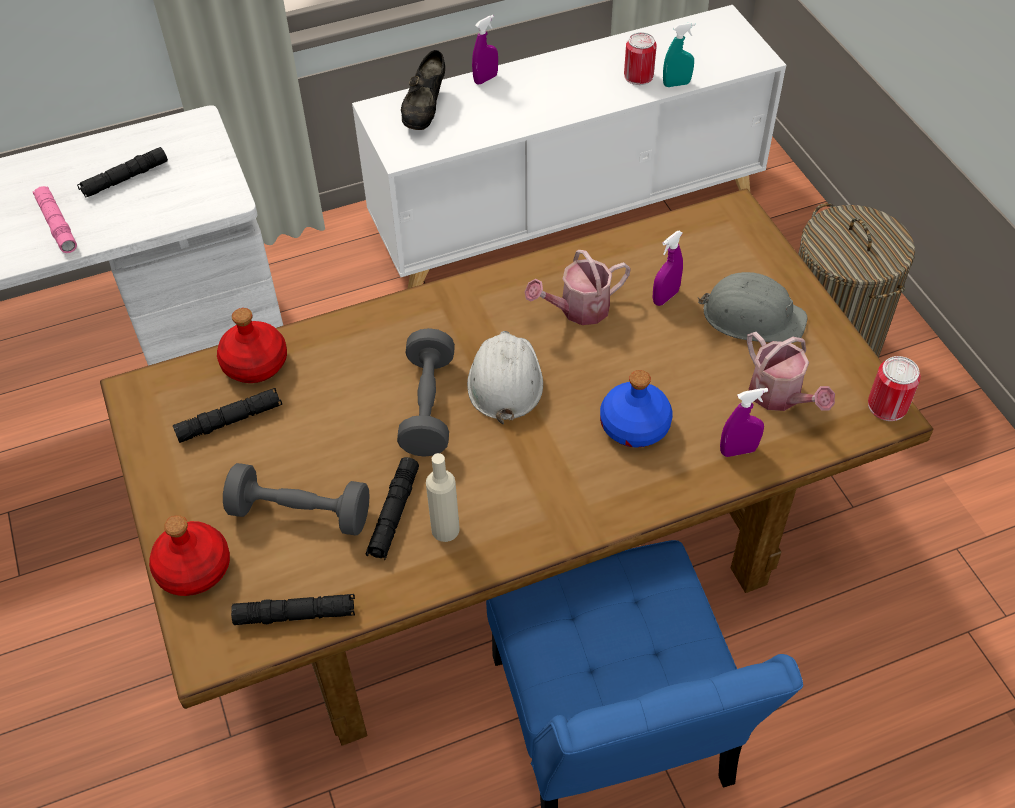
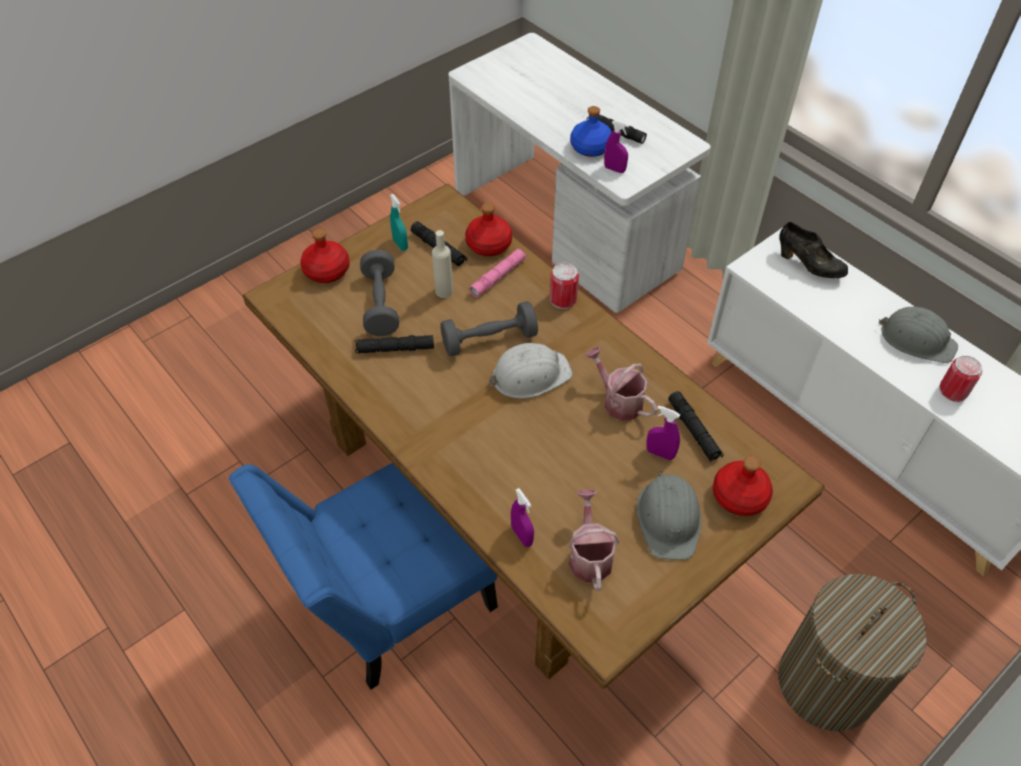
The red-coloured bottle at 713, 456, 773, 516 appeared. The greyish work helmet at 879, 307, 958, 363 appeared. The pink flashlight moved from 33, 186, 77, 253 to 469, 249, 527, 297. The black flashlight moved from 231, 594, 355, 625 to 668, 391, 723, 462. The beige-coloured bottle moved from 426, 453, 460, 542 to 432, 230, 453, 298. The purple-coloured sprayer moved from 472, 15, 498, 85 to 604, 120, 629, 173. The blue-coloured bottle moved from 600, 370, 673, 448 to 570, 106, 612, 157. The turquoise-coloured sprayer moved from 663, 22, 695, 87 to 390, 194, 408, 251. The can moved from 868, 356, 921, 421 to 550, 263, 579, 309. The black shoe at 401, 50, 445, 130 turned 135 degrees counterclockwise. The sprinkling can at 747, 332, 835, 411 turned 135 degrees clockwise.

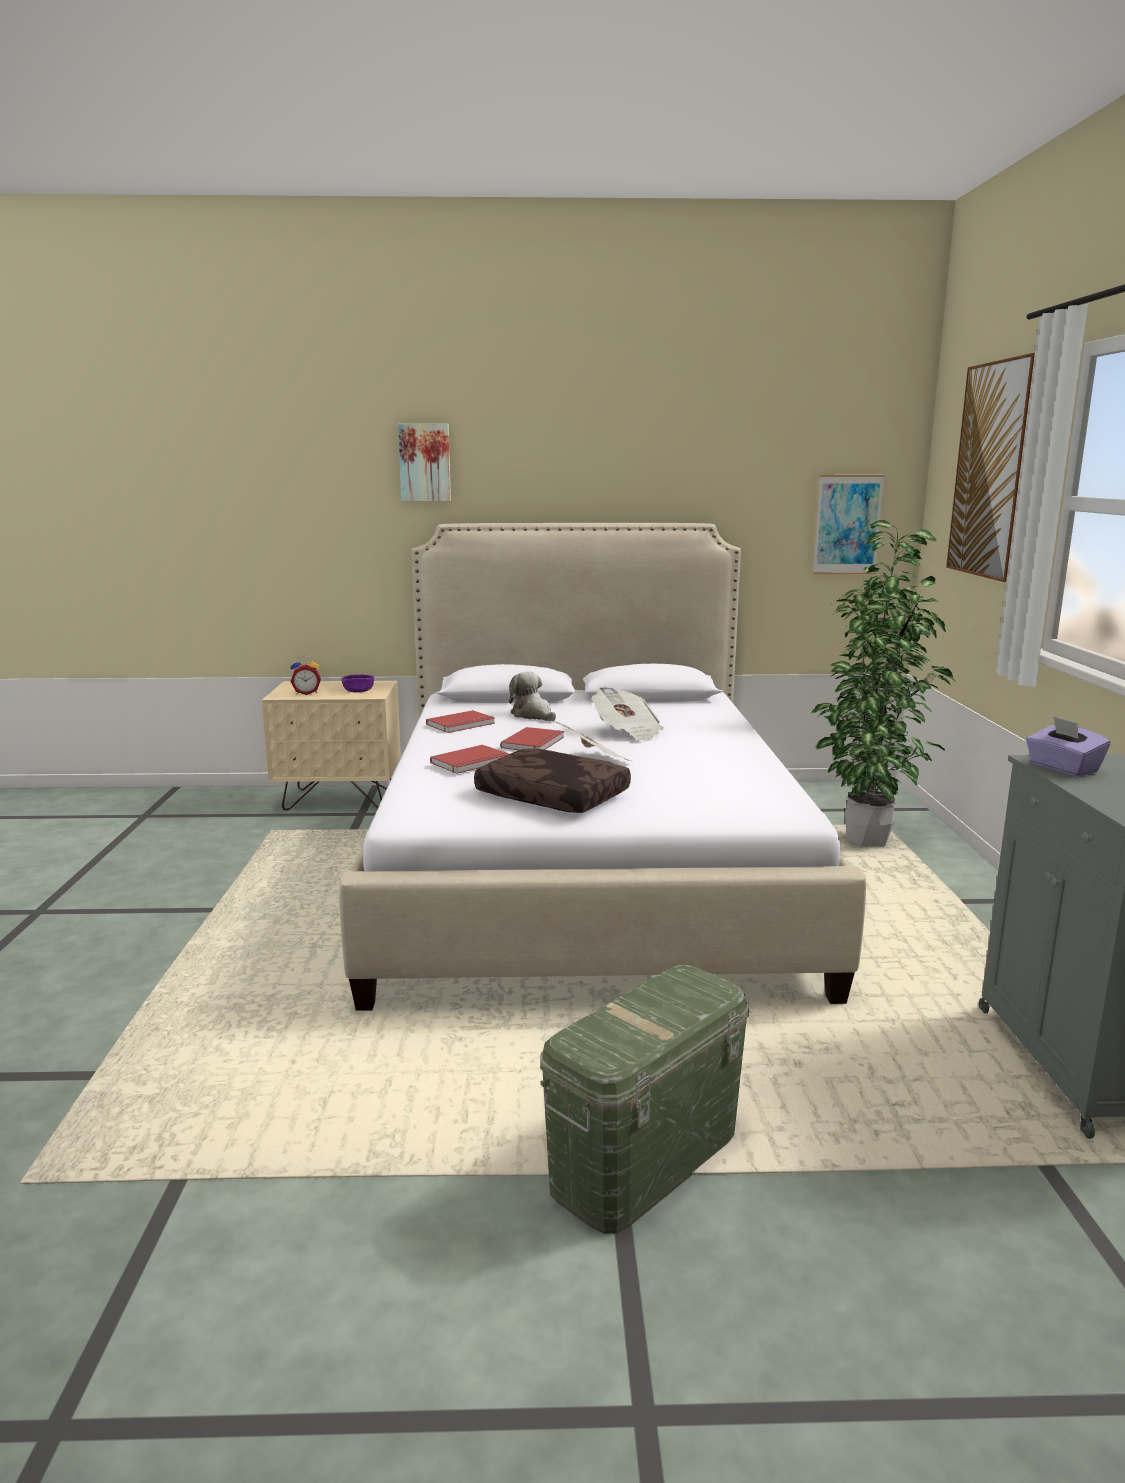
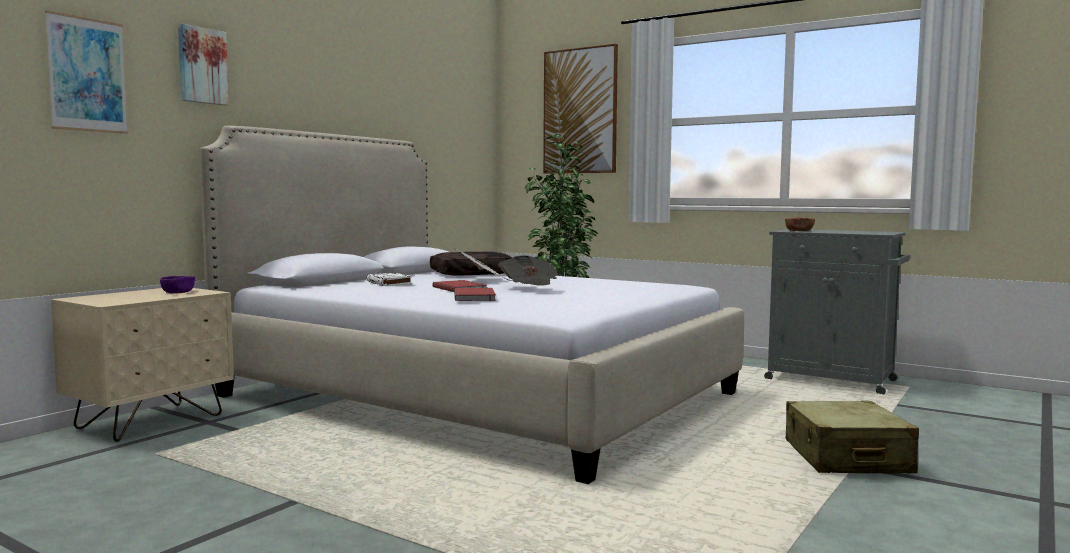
The alarm clock at 290, 655, 321, 695 disappeared. The red-coloured book at 426, 710, 495, 733 disappeared. The brownish cushion moved from 474, 748, 631, 813 to 430, 251, 513, 276. The picture moved from 813, 475, 884, 574 to 45, 10, 128, 134. The soft toy at 509, 671, 556, 721 was replaced by the white-coloured book at 367, 273, 412, 286. The green storage container at 540, 965, 749, 1234 was replaced by the beige-coloured suitcase at 786, 401, 919, 473. The purple-coloured tissue holder at 1026, 716, 1111, 777 was replaced by the brownish deep dish at 785, 217, 815, 231.

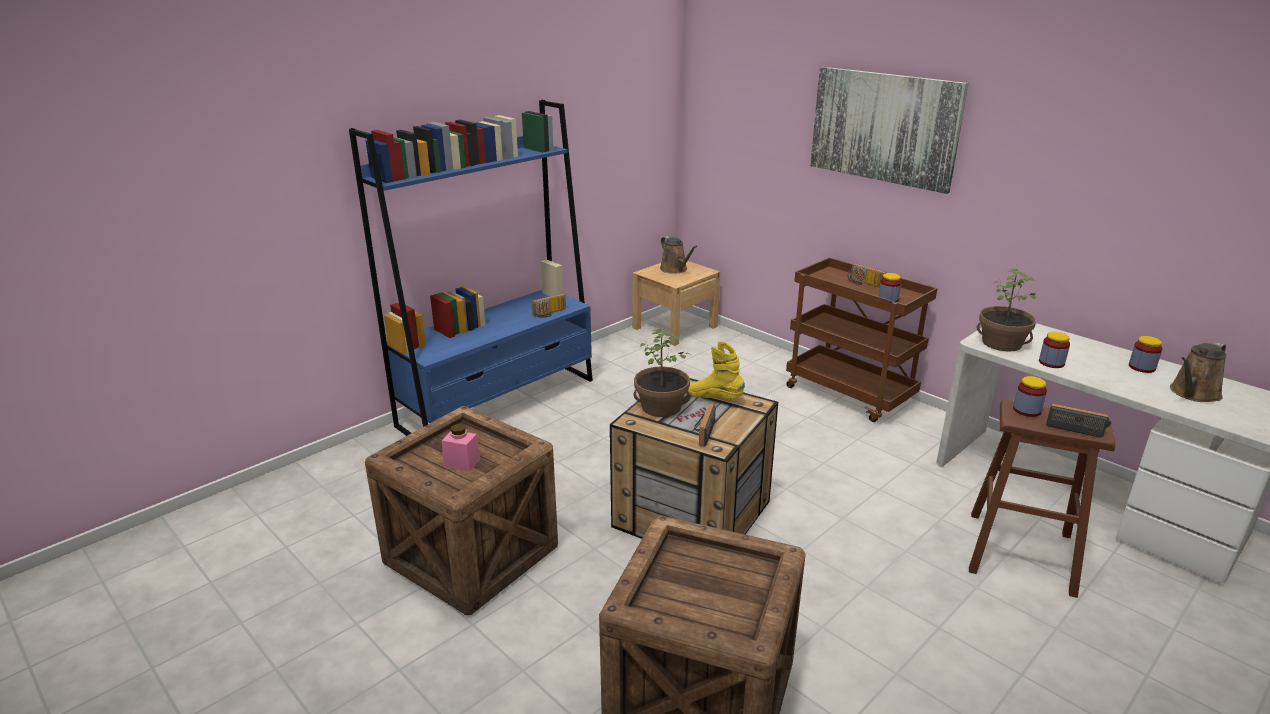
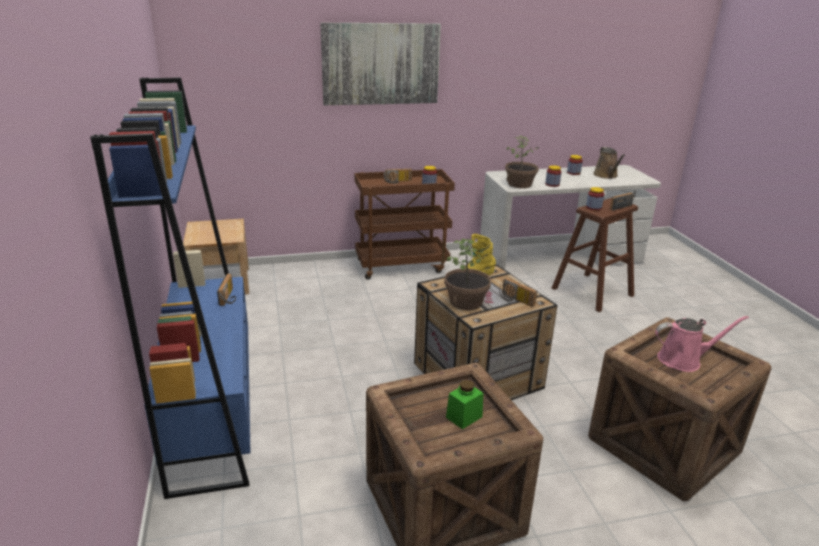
The brownish sprinkling can at 660, 236, 698, 274 disappeared. The pink sprinkling can at 655, 316, 749, 372 appeared. The pink preserve jar at 442, 424, 480, 472 became the green preserve jar at 446, 380, 483, 429.

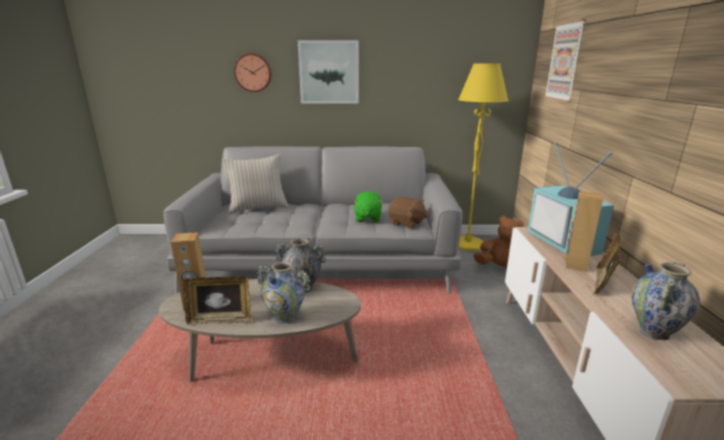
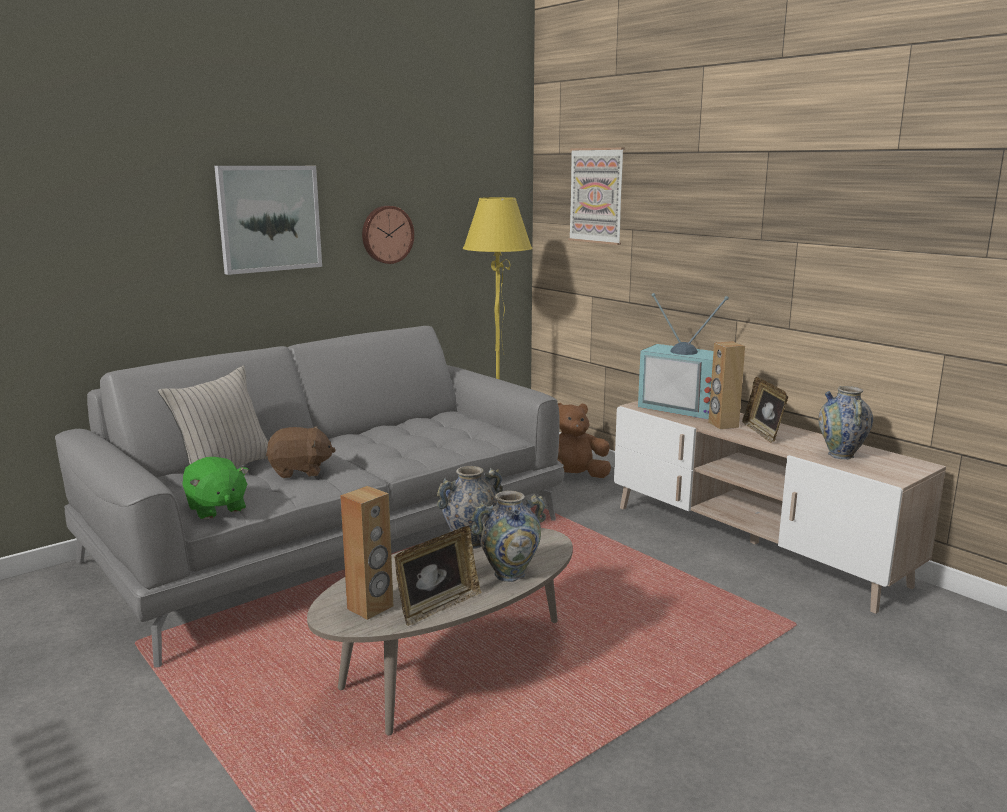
The hanging clock moved from 234, 53, 272, 92 to 362, 206, 414, 264. The green soft toy moved from 352, 191, 383, 223 to 182, 457, 249, 520. The brownish soft toy moved from 388, 197, 427, 229 to 266, 426, 336, 478.

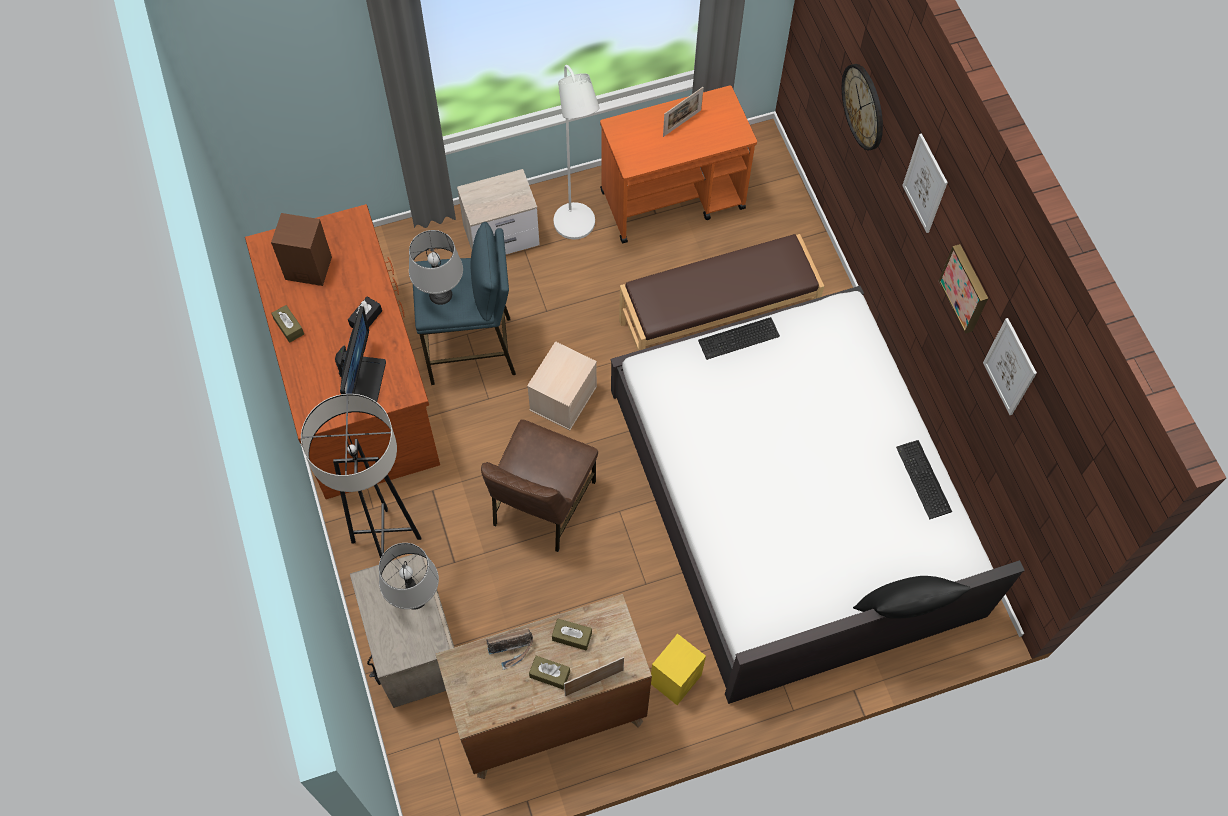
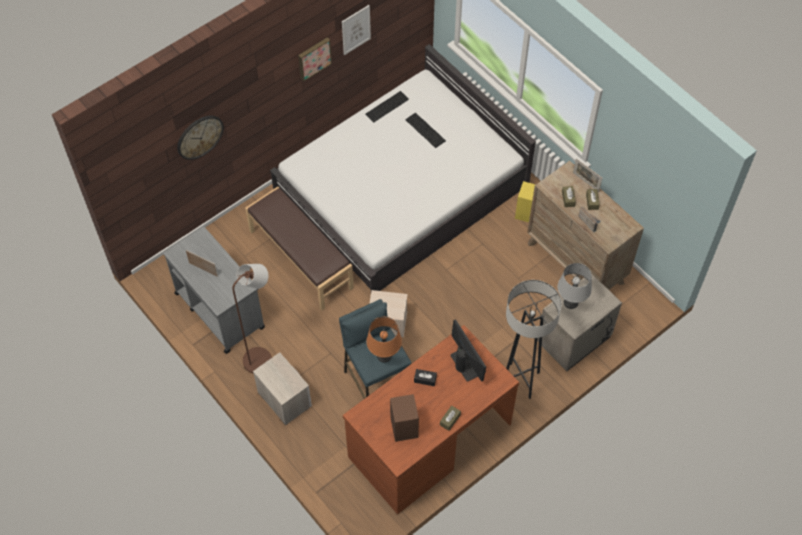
The brownish upright chair at 481, 419, 598, 552 disappeared. The black cushion at 853, 576, 970, 618 disappeared. The picture at 902, 133, 948, 233 disappeared. The computer keyboard moved from 698, 317, 780, 360 to 406, 113, 446, 148. The greyish tabletop lamp at 409, 230, 463, 305 became the orangey tabletop lamp at 366, 317, 402, 363. The white-coloured floor lamp at 554, 65, 600, 239 became the brownish floor lamp at 232, 264, 272, 374. The orangey wheeled cart at 600, 85, 757, 243 became the greyish wheeled cart at 163, 226, 265, 354. The computer display at 335, 306, 386, 402 turned 75 degrees clockwise.

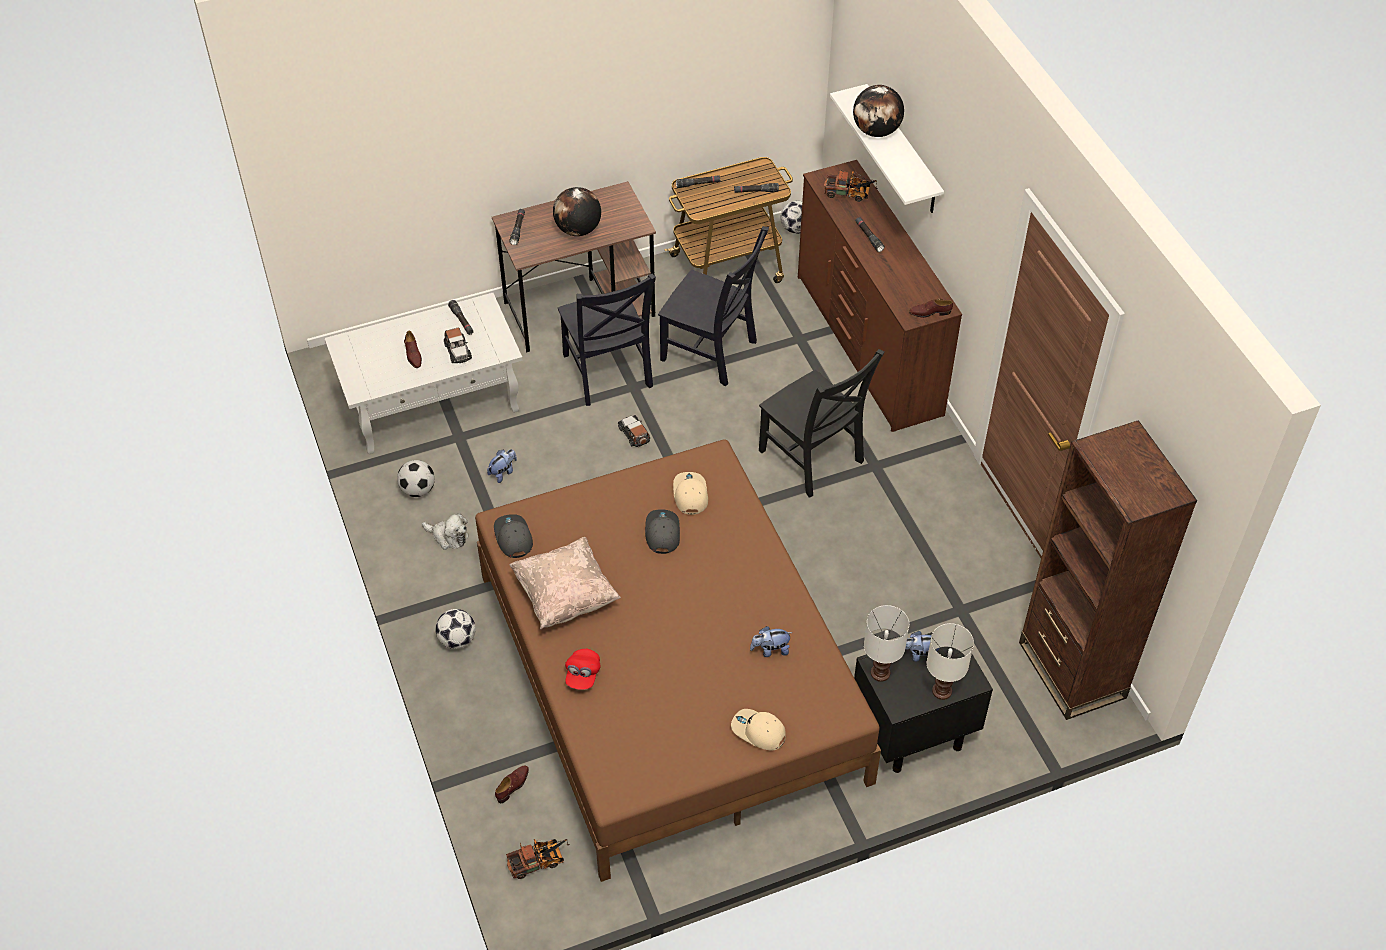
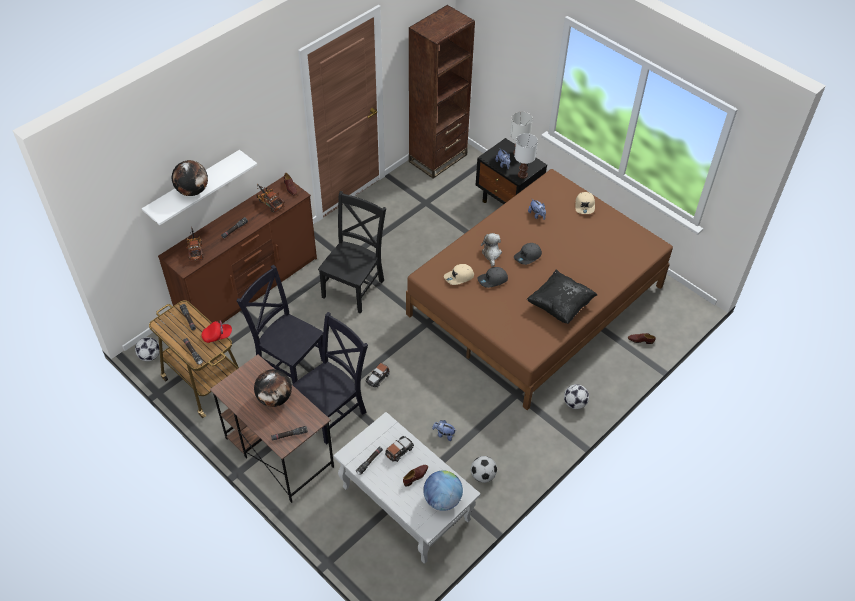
The desk globe at 423, 470, 463, 511 appeared. The soft toy moved from 422, 513, 469, 550 to 481, 233, 502, 267. The greyish peaked cap moved from 494, 514, 533, 558 to 514, 243, 542, 265. The model truck moved from 506, 839, 568, 879 to 257, 184, 285, 212. The red-coloured peaked cap moved from 565, 649, 600, 690 to 201, 320, 232, 343. The beige-coloured cushion at 509, 537, 621, 629 became the black cushion at 527, 269, 597, 324. The black upright chair at 658, 226, 769, 386 turned 60 degrees counterclockwise.

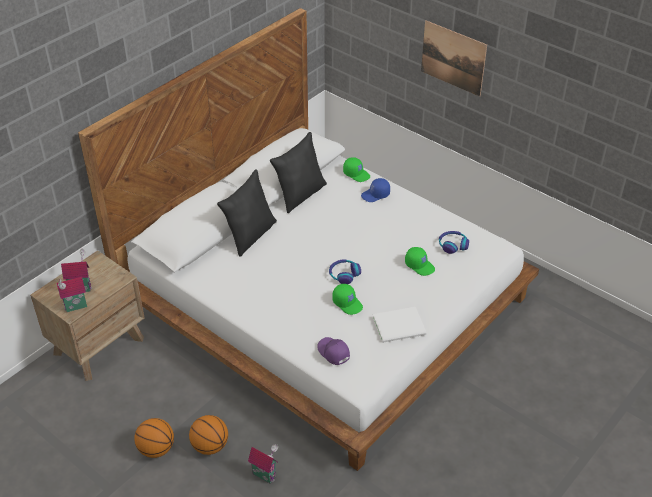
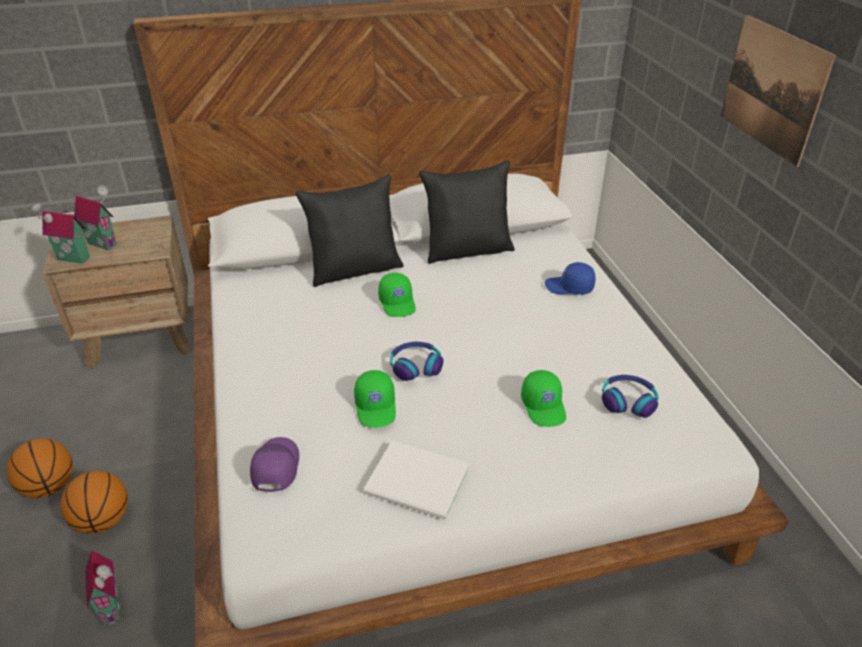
The green peaked cap moved from 343, 157, 370, 182 to 378, 273, 416, 317.

